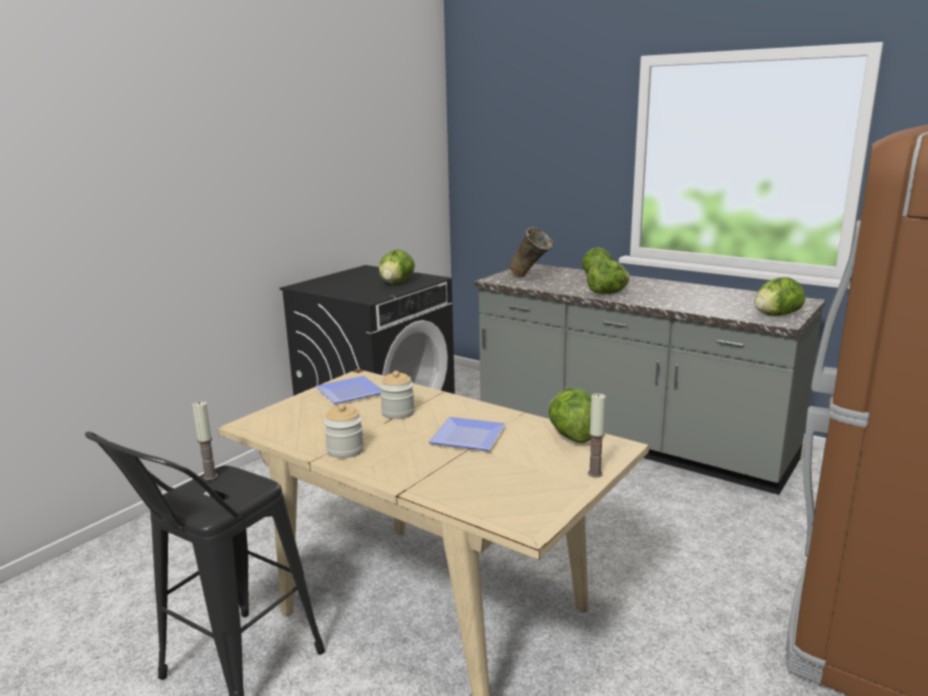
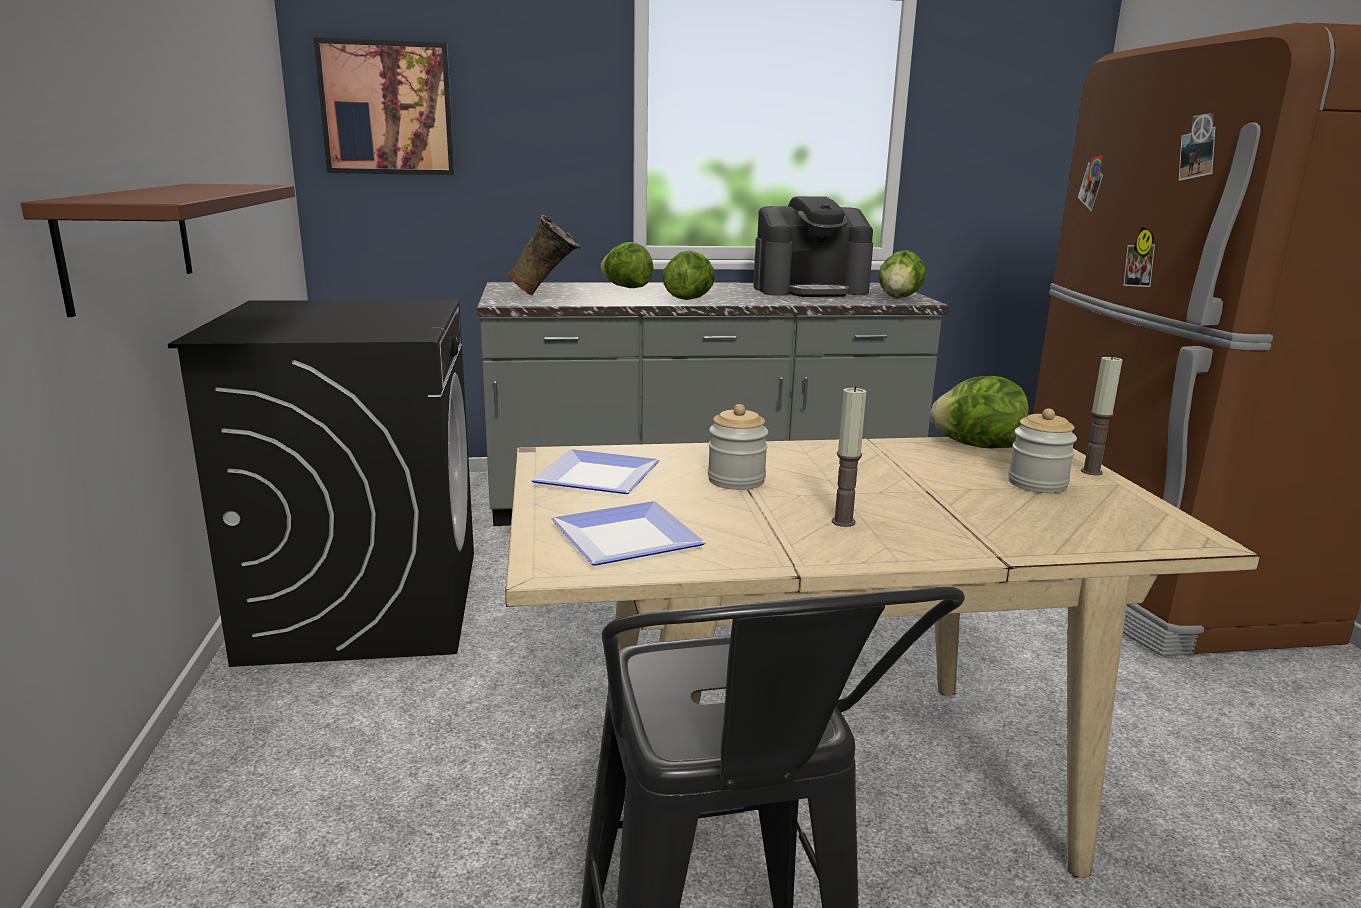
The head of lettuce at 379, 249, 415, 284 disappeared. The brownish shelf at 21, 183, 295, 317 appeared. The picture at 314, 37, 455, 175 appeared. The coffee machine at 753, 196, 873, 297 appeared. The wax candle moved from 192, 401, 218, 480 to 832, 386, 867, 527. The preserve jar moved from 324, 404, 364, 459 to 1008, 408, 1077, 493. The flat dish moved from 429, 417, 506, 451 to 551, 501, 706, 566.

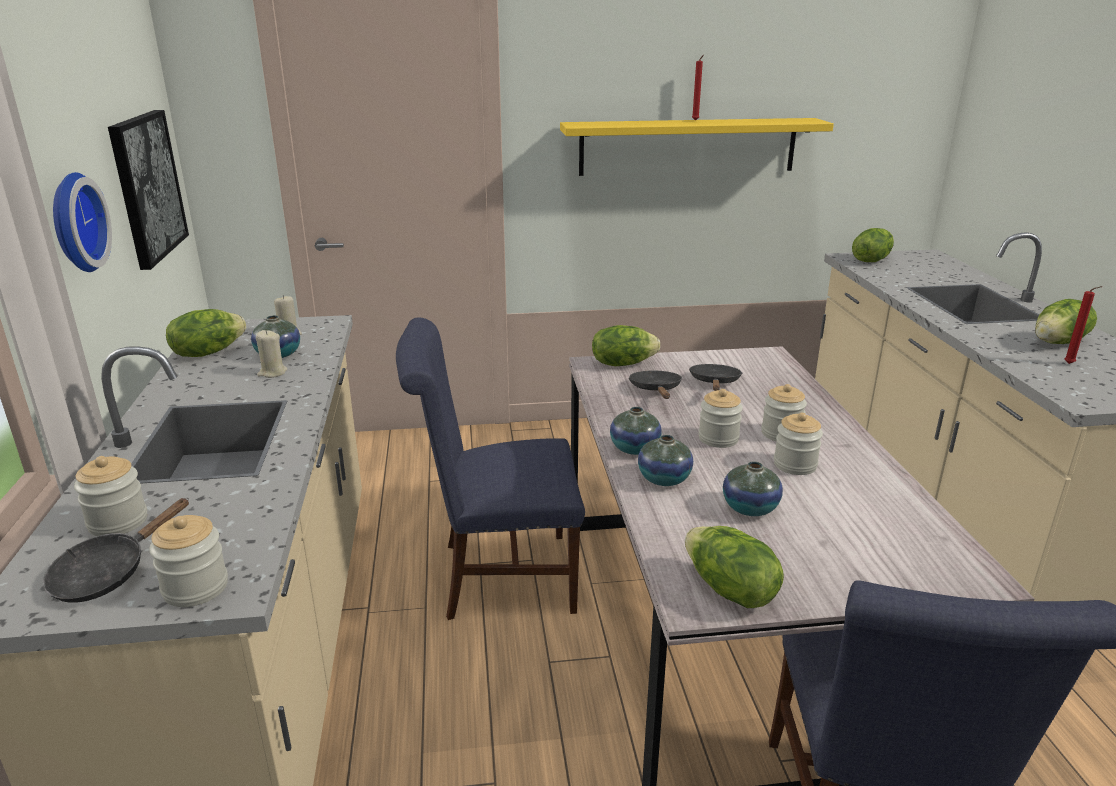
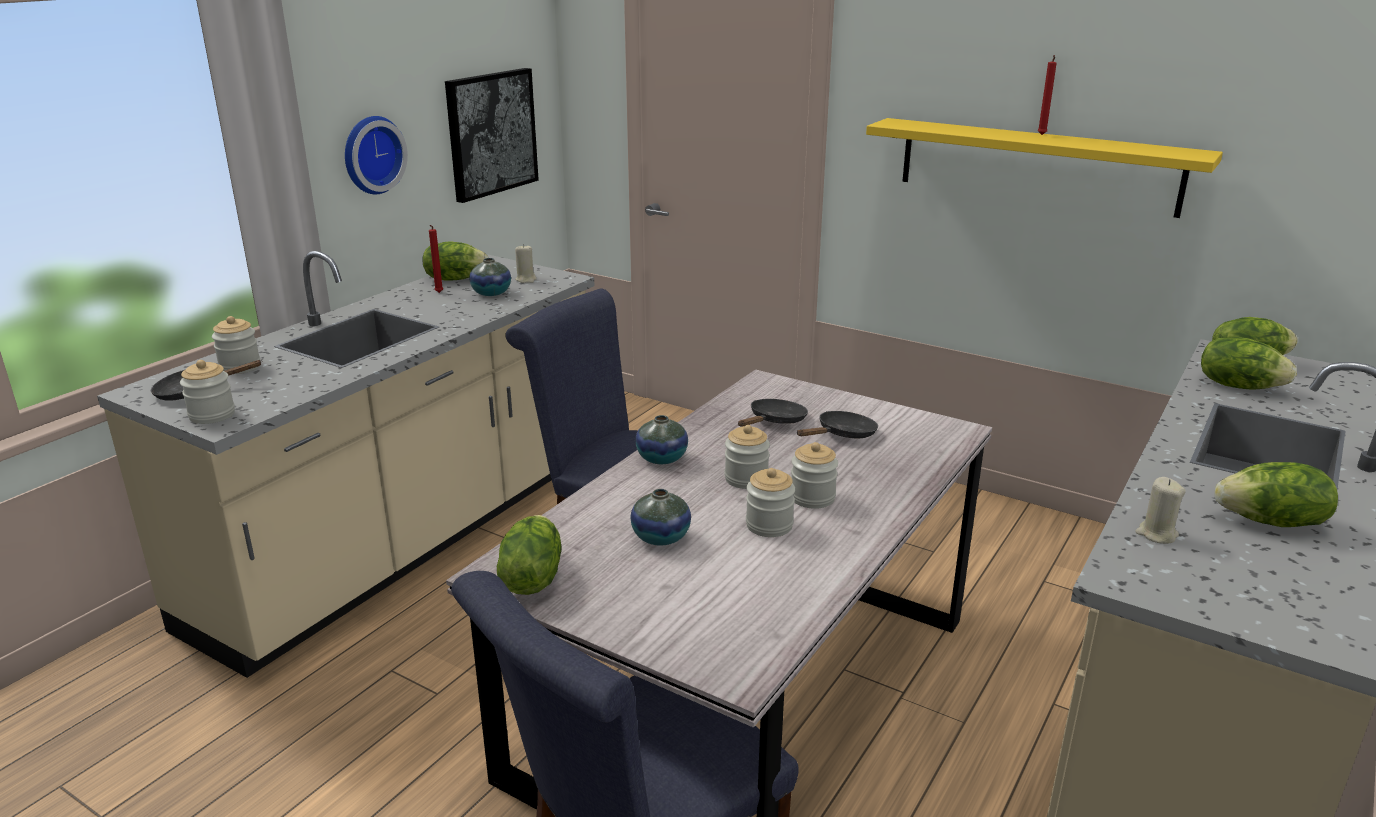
The flower vase at 638, 435, 693, 486 disappeared. The beige-coloured wax candle moved from 256, 330, 287, 378 to 1135, 477, 1186, 544. The head of lettuce moved from 592, 325, 660, 366 to 1201, 337, 1297, 390. The red-coloured wax candle moved from 1064, 286, 1102, 364 to 429, 225, 443, 293.

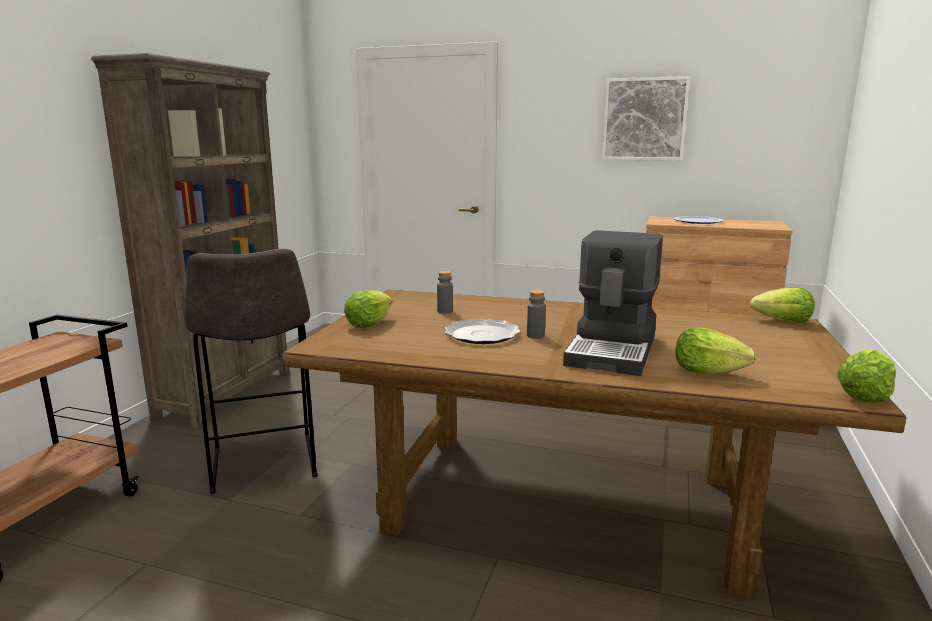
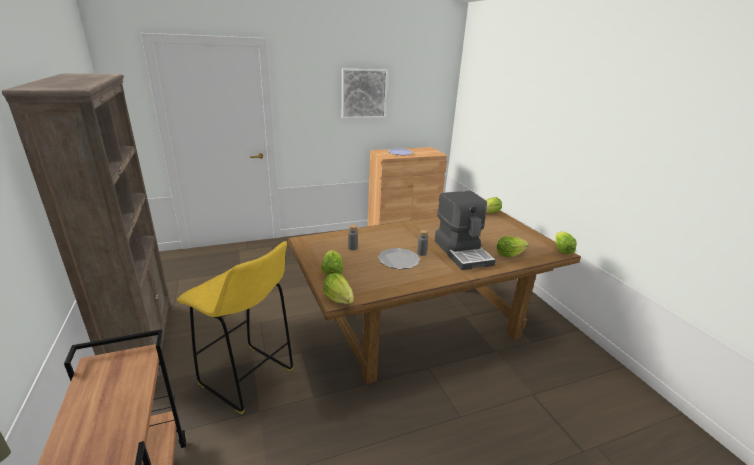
The head of lettuce at 323, 273, 354, 304 appeared. The greyish stool at 185, 249, 317, 494 became the yellow stool at 177, 241, 293, 414.

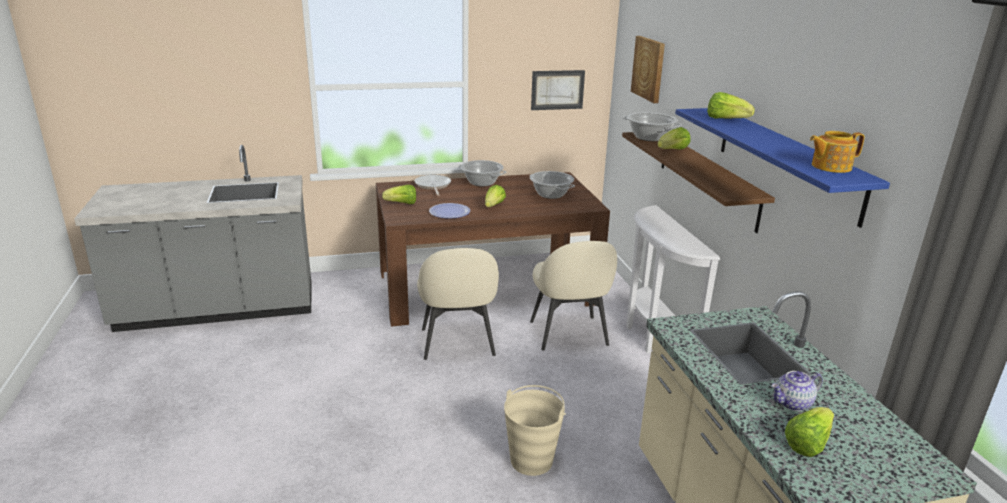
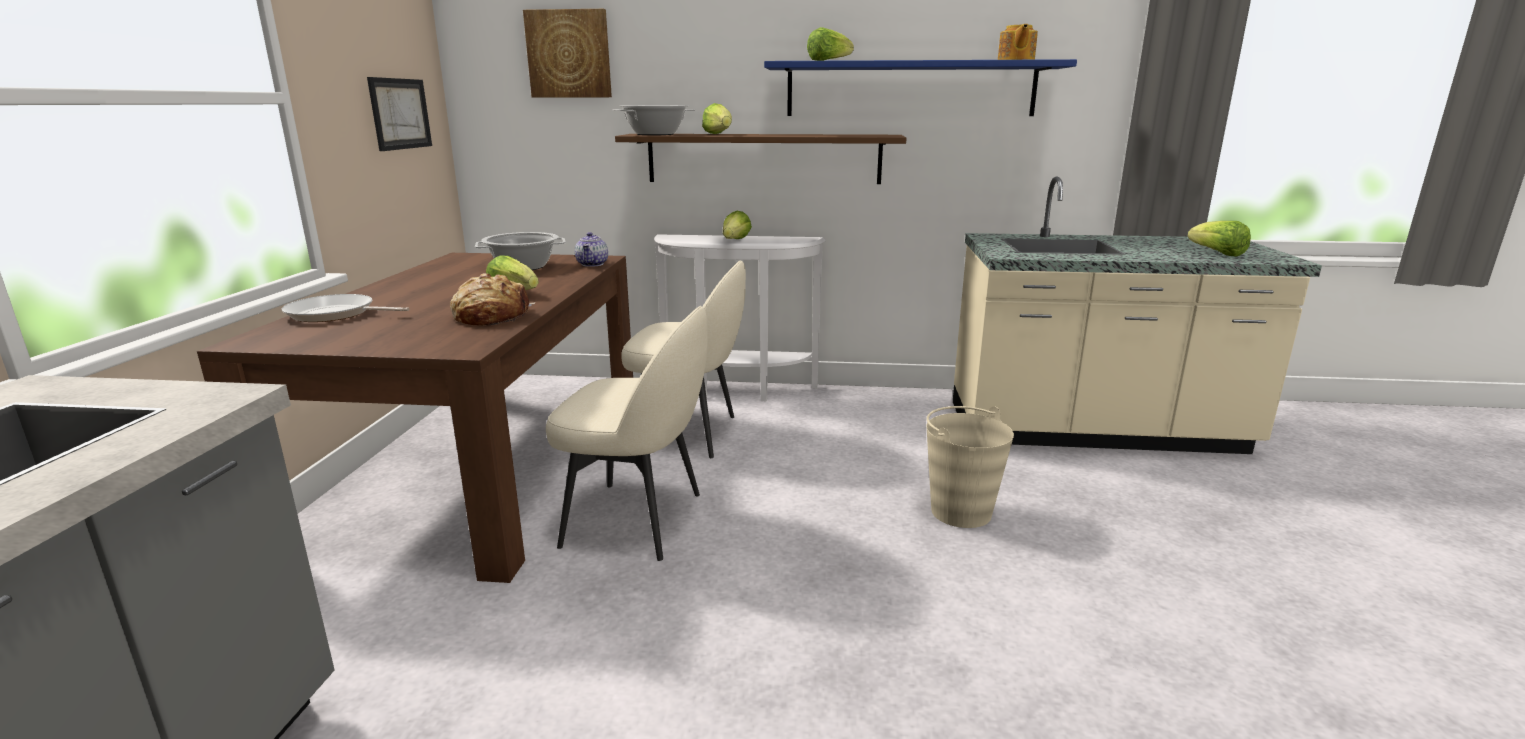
The saucepot at 458, 160, 506, 187 disappeared. The head of lettuce moved from 382, 185, 416, 204 to 723, 211, 752, 239. The tea pot moved from 772, 371, 823, 411 to 575, 232, 608, 267. The flat dish at 429, 203, 470, 219 was replaced by the bread at 450, 273, 535, 326.

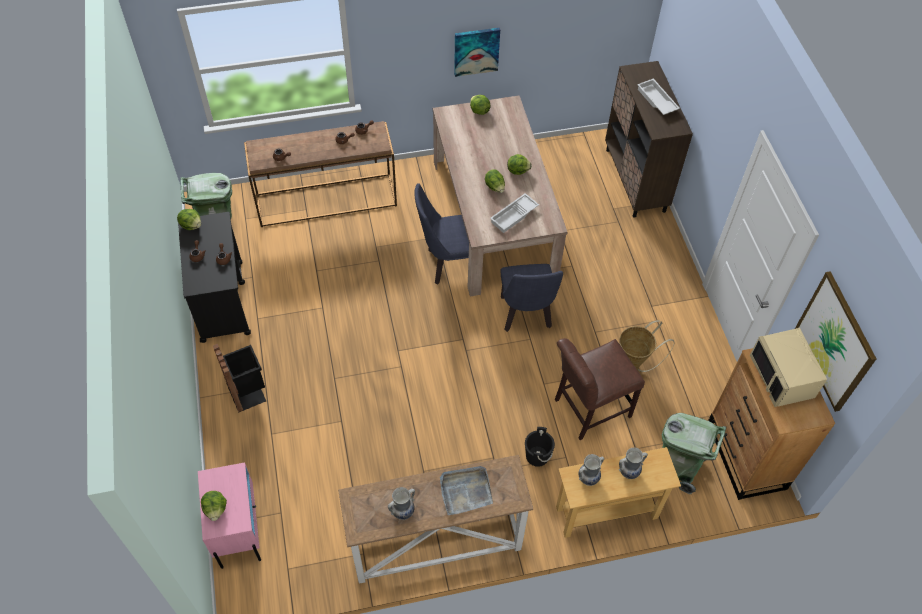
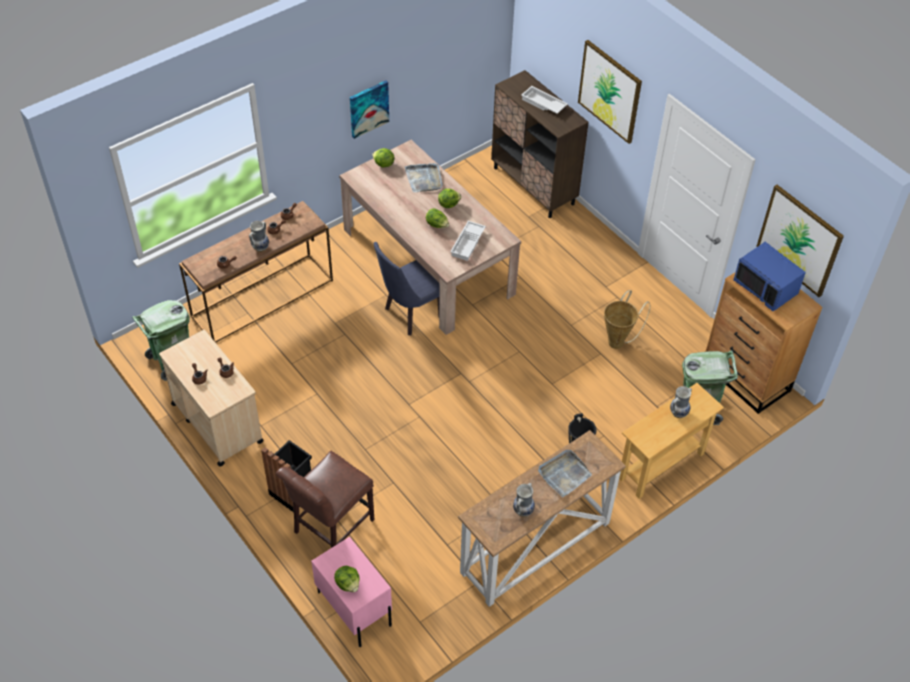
The head of lettuce at 177, 209, 201, 230 disappeared. The blue-coloured upright chair at 500, 264, 563, 332 disappeared. The greyish tray at 405, 163, 443, 192 appeared. The picture at 578, 40, 642, 144 appeared. The brownish upright chair moved from 555, 338, 645, 440 to 276, 450, 374, 548. The flower vase moved from 579, 454, 604, 486 to 249, 221, 269, 252. The black wheeled cart at 178, 212, 251, 343 became the beige-coloured wheeled cart at 159, 330, 264, 466. The beige-coloured kitchen microwave at 750, 328, 827, 407 became the blue-coloured kitchen microwave at 733, 242, 806, 311.

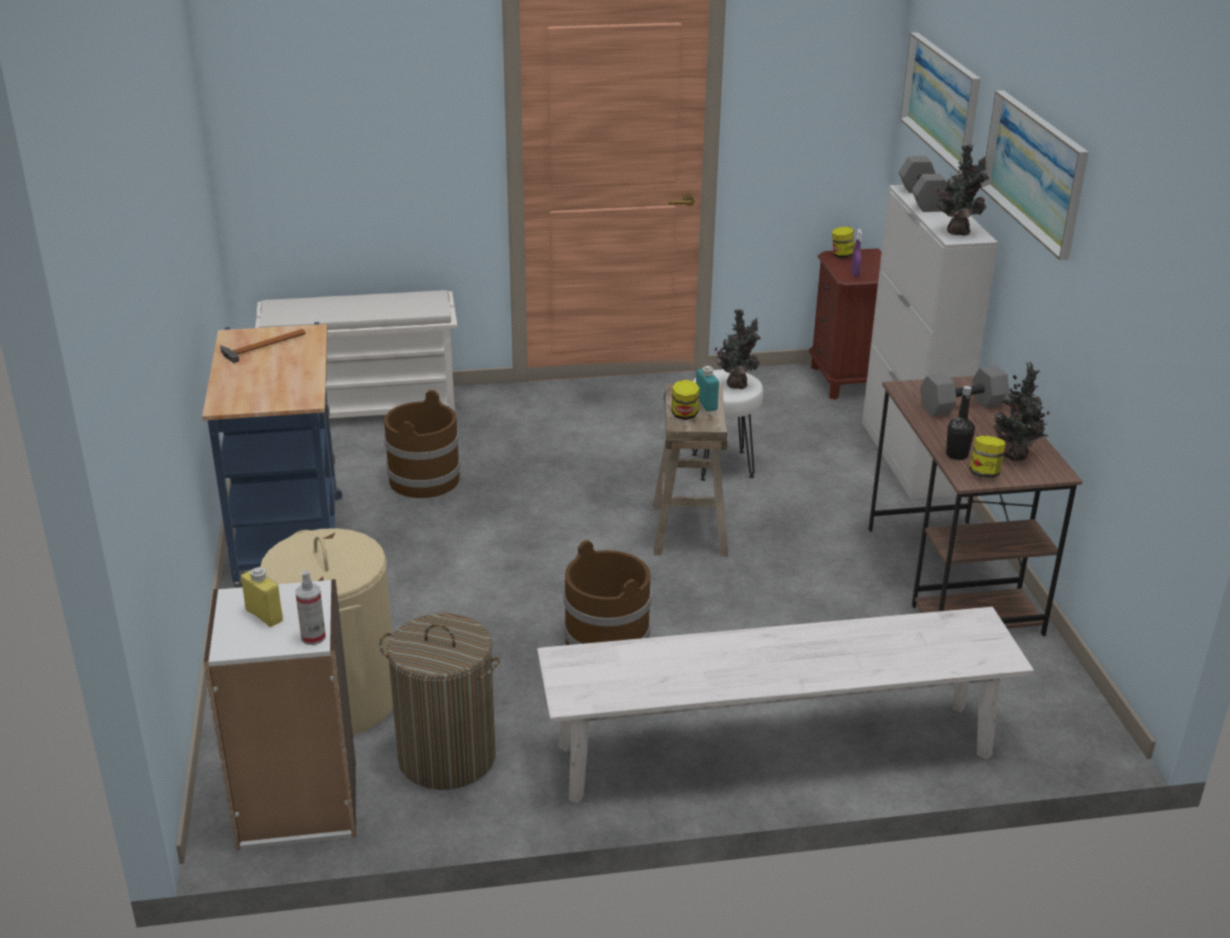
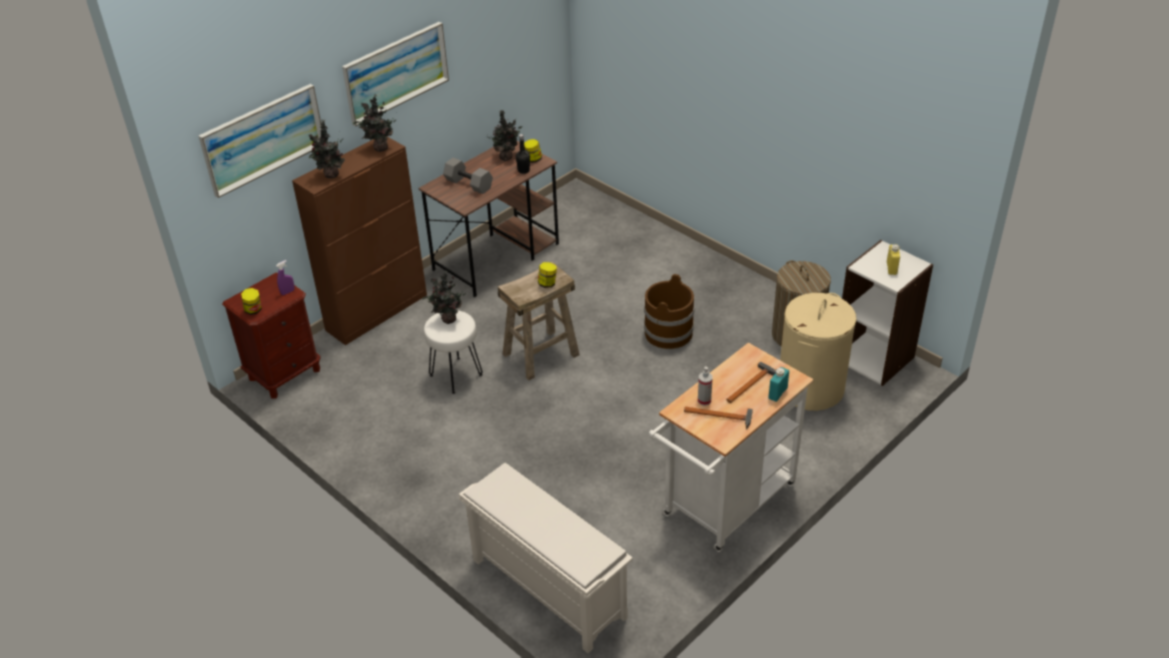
The brownish water bucket at 384, 390, 460, 498 disappeared. The white-coloured indoor bench at 537, 607, 1034, 803 disappeared. The hammer at 726, 362, 776, 403 appeared. The sprayer moved from 295, 570, 326, 645 to 698, 367, 713, 406. The turquoise-coloured bottle moved from 696, 366, 719, 411 to 768, 367, 789, 402. The greyish hand weight at 899, 156, 949, 212 was replaced by the potted plant at 309, 120, 345, 178. The blue-coloured wheeled cart at 202, 322, 342, 588 became the white-coloured wheeled cart at 649, 343, 814, 552. The white-coloured cabinet at 862, 185, 998, 499 became the brownish cabinet at 292, 137, 427, 345.

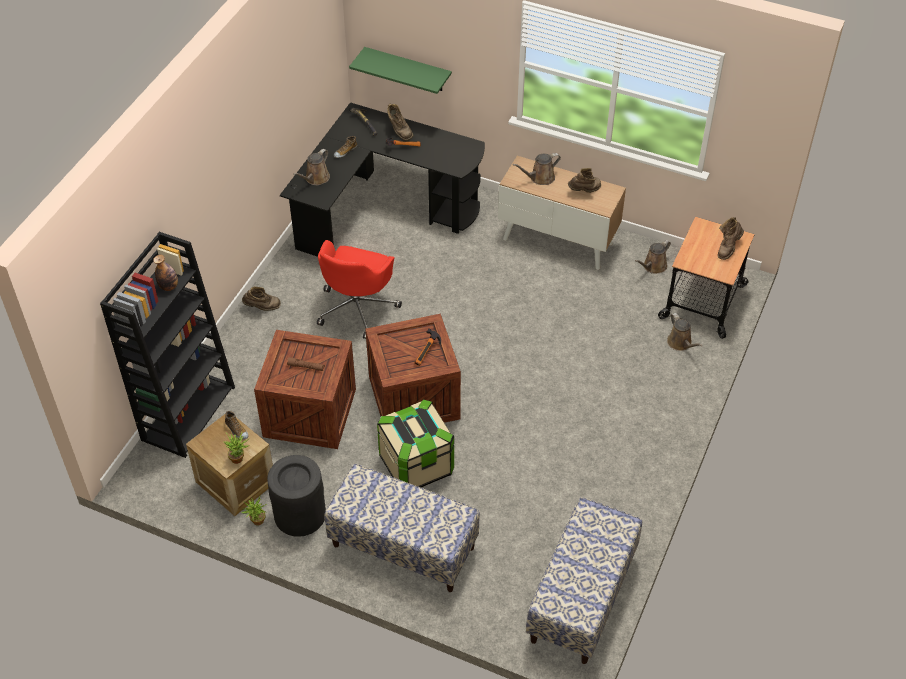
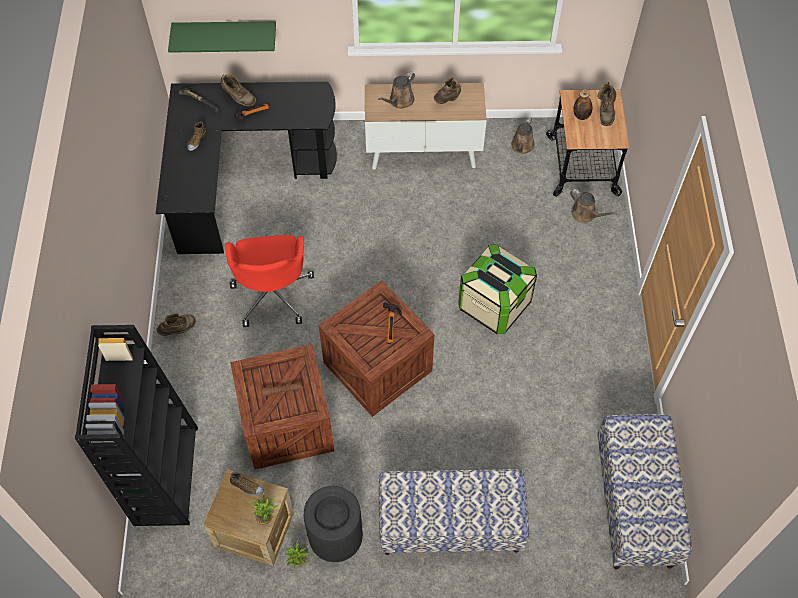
The brownish sprinkling can at 293, 149, 330, 185 disappeared. The bottle moved from 153, 254, 178, 291 to 573, 89, 593, 120. The storage container moved from 377, 399, 454, 488 to 459, 244, 537, 334.

